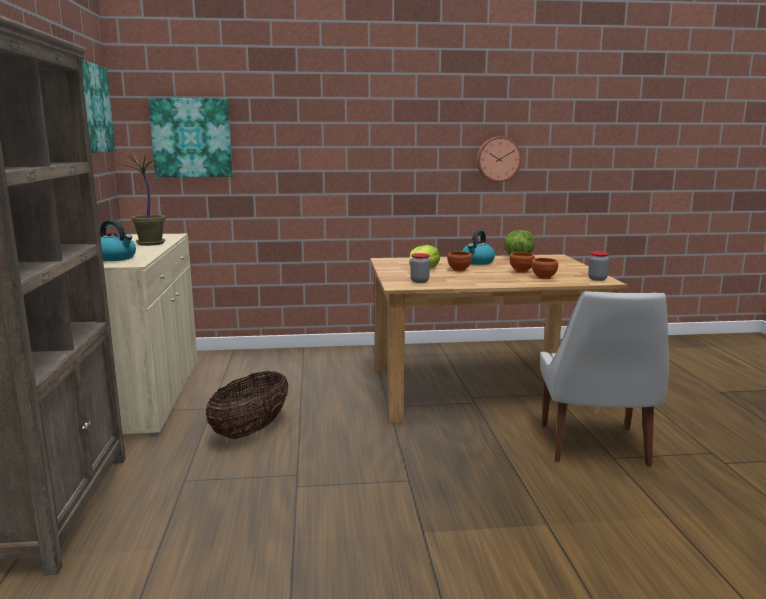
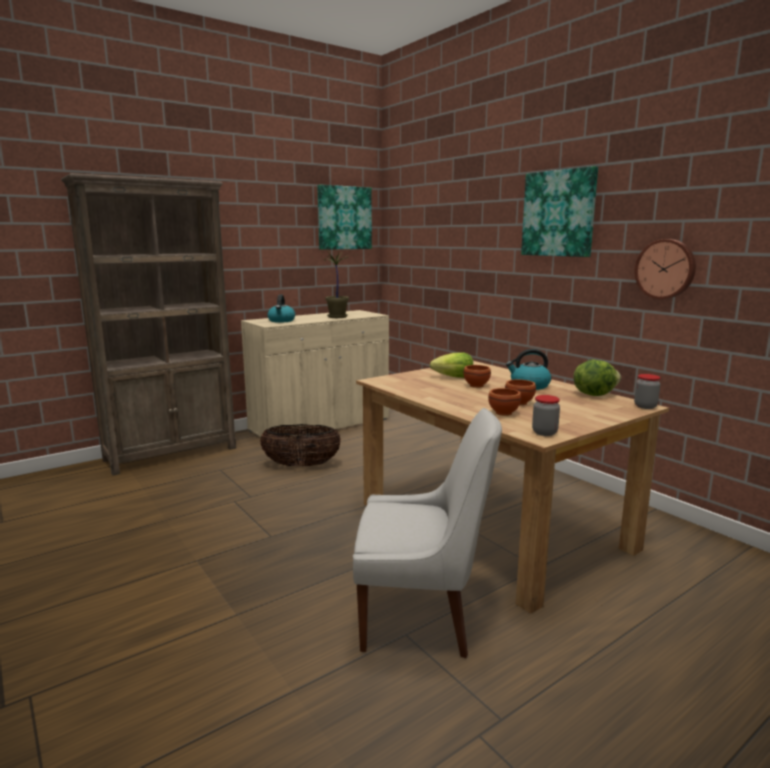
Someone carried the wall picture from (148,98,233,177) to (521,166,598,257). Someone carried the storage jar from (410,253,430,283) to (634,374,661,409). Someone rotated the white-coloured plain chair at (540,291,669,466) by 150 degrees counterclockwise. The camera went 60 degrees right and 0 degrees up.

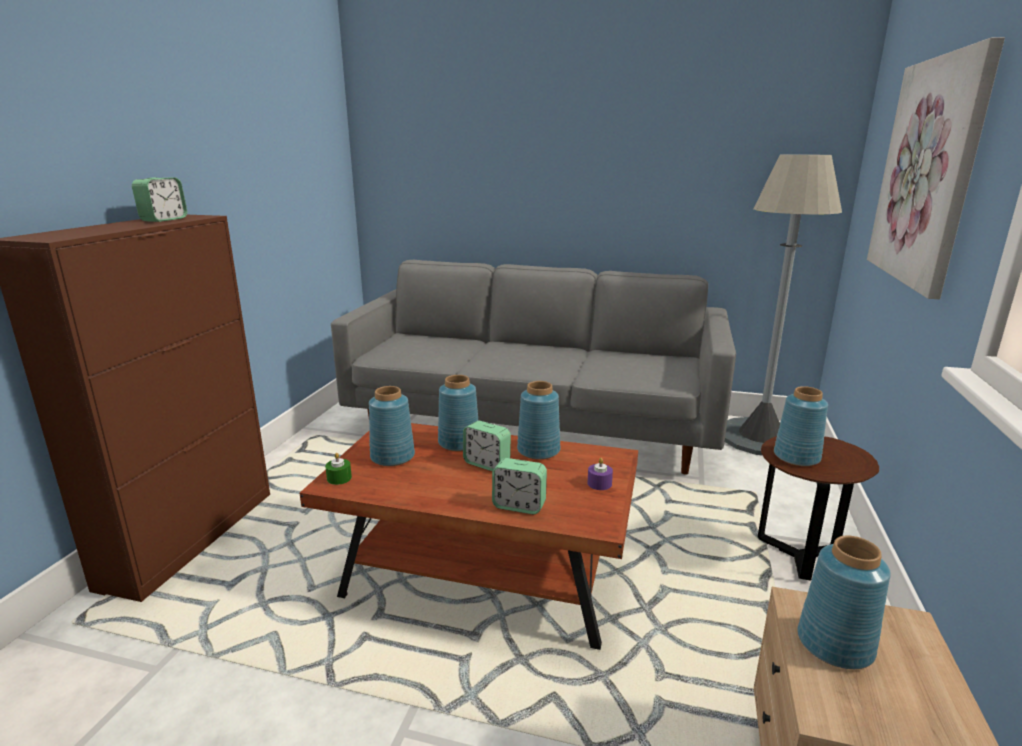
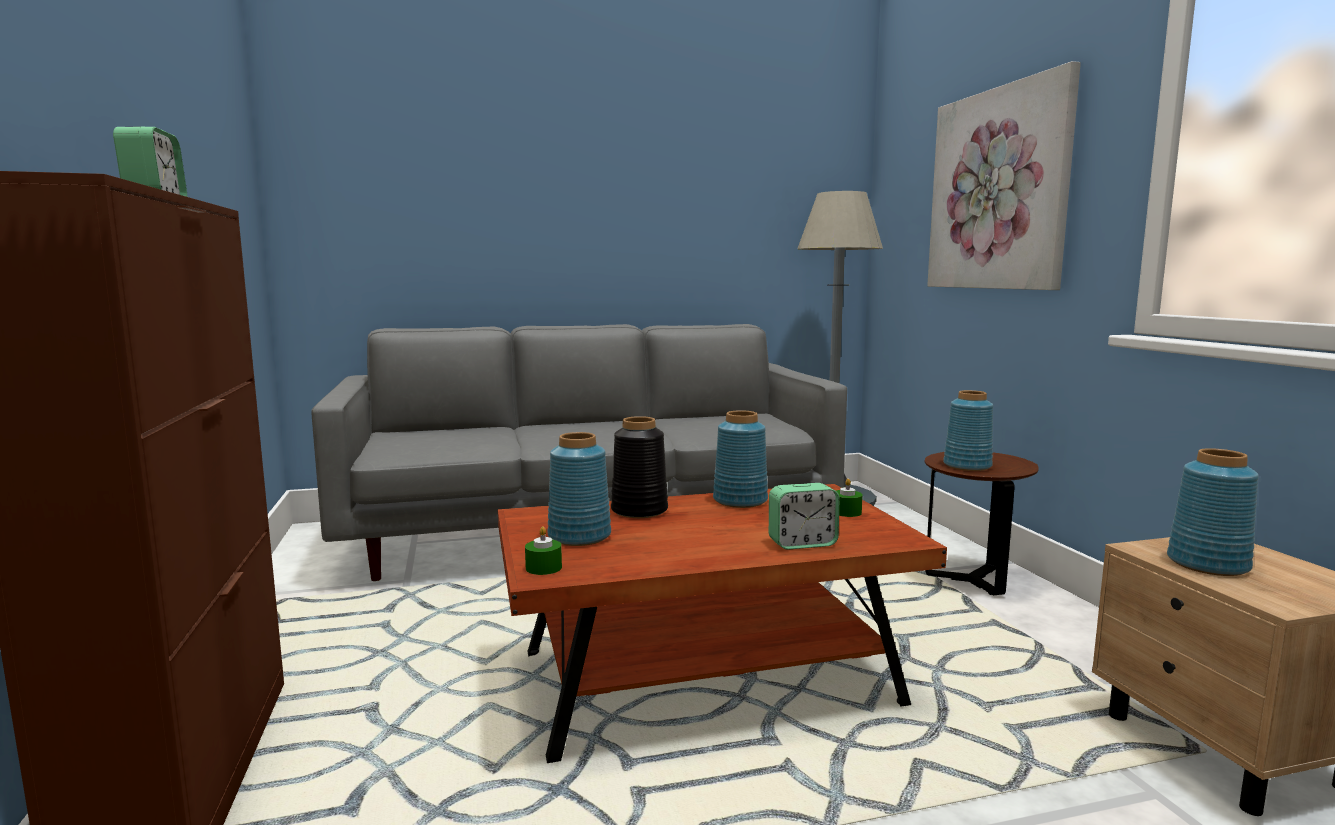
Someone took away the table clock at (463,421,511,471). Someone repainted the bluish decorative vase at (438,375,479,451), which became the blackish decorative vase at (611,416,668,518). Someone repainted the purple-coloured candle at (588,458,613,490), which became the green candle at (836,478,863,517). The camera went 30 degrees left and 10 degrees down.

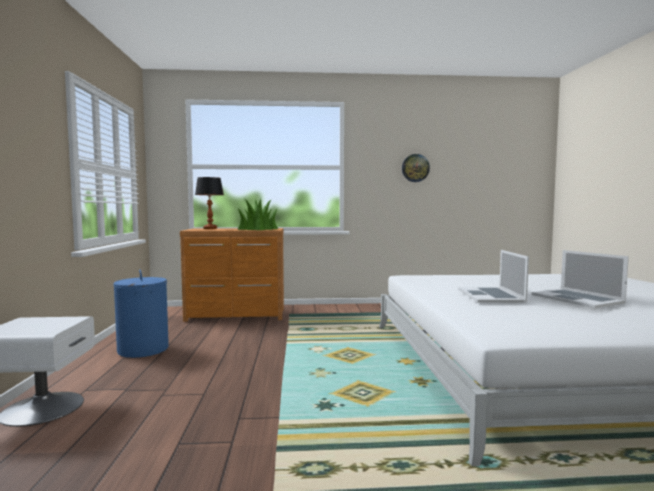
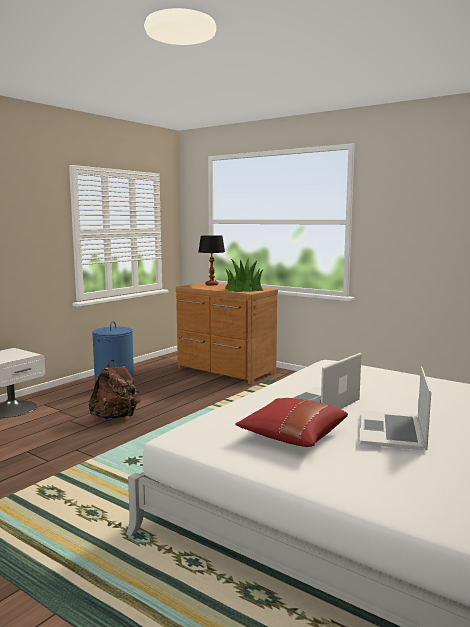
Someone took away the wall clock at (402,154,430,182). Someone put down the brown rucksack at (89,360,141,419). Someone put down the reddish cushion at (235,398,348,447). The camera went 40 degrees right and 5 degrees up.

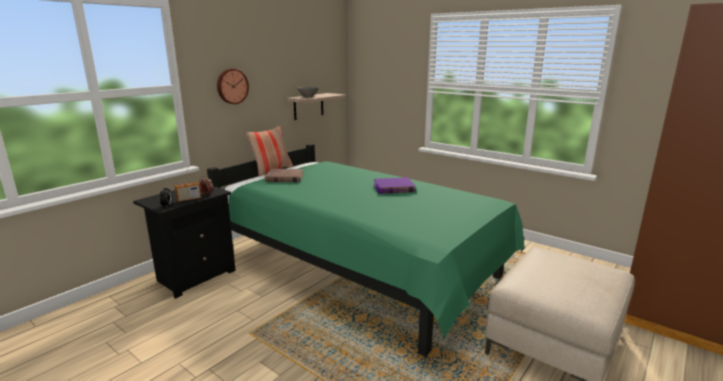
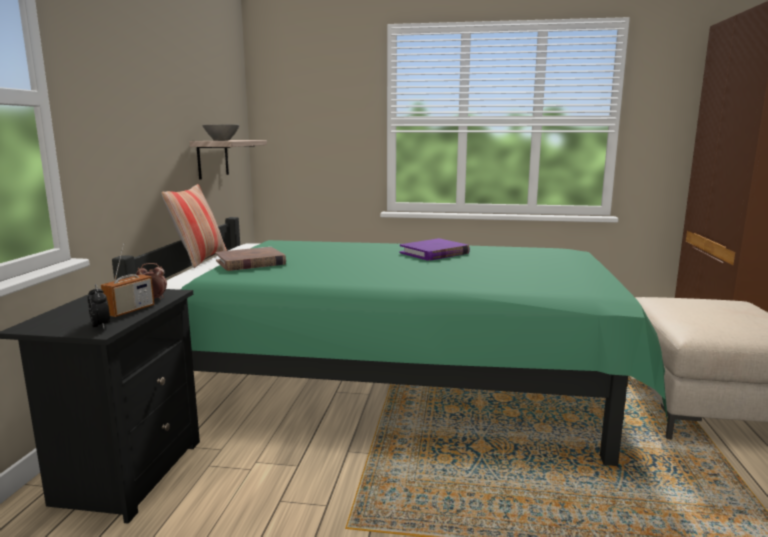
Someone took away the wall clock at (217,69,249,104). The camera went 30 degrees left and 5 degrees down.

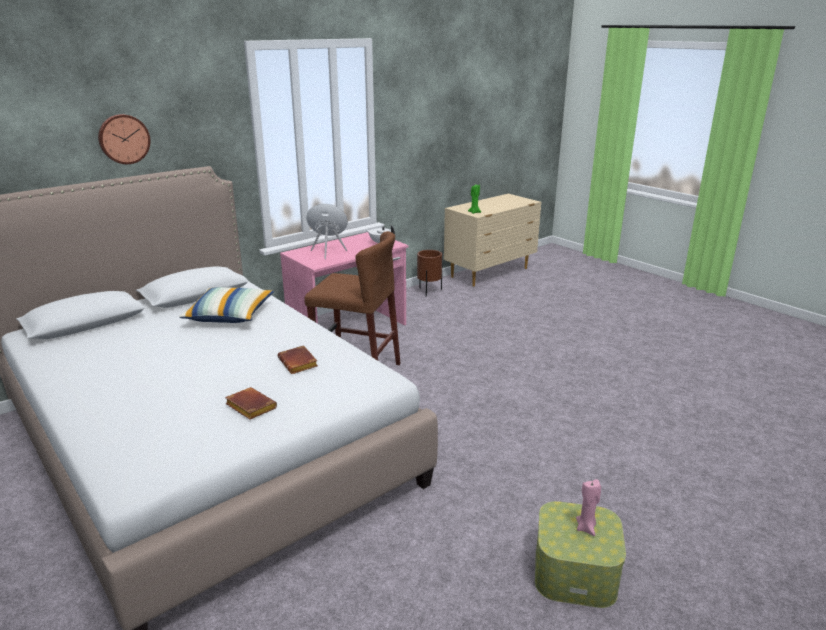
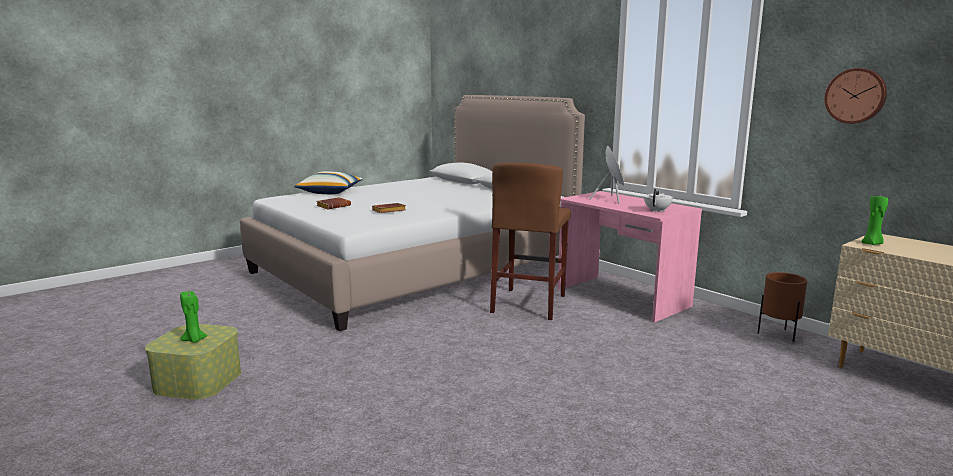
Someone carried the wall clock from (98,114,150,164) to (824,68,887,124). Someone carried the cushion from (179,287,274,323) to (294,171,362,194). Someone repainted the pinkish candle at (576,479,601,536), which became the green candle at (180,291,208,343). The camera went 90 degrees right and 10 degrees down.

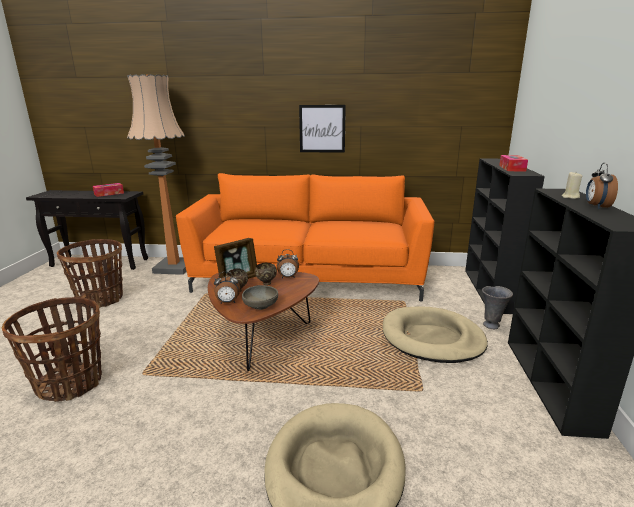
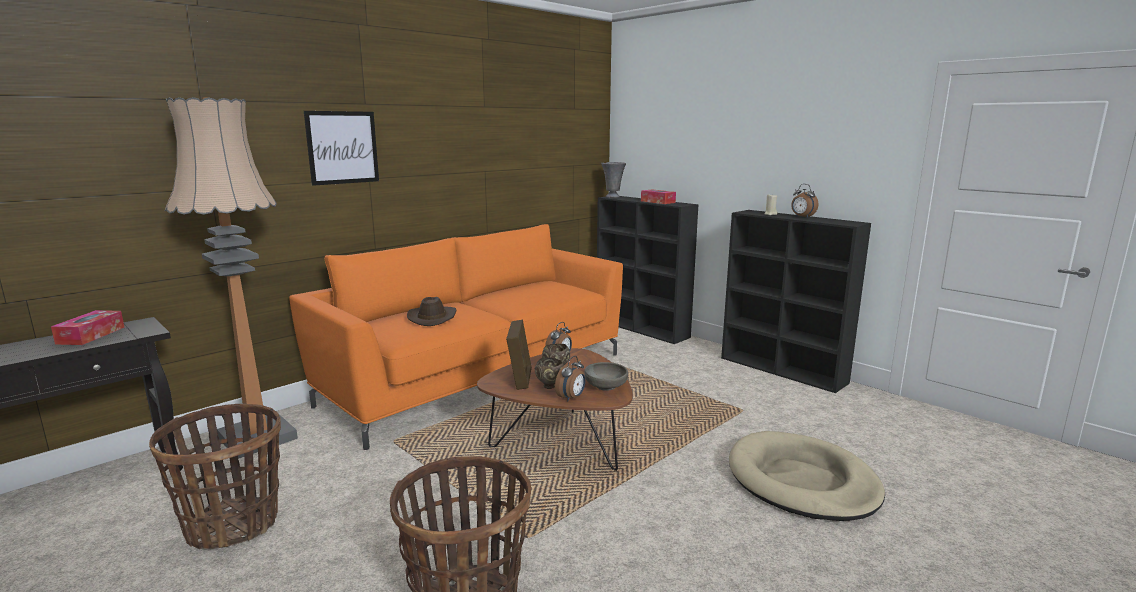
Someone took away the sand-coloured dog bed at (383,306,488,363). Someone put down the brown clothing hat at (407,297,457,326). Someone carried the wall picture from (299,105,346,153) to (304,111,379,186). Someone carried the gray decorative vase from (482,286,513,329) to (601,162,626,198). The camera went 50 degrees left and 5 degrees down.

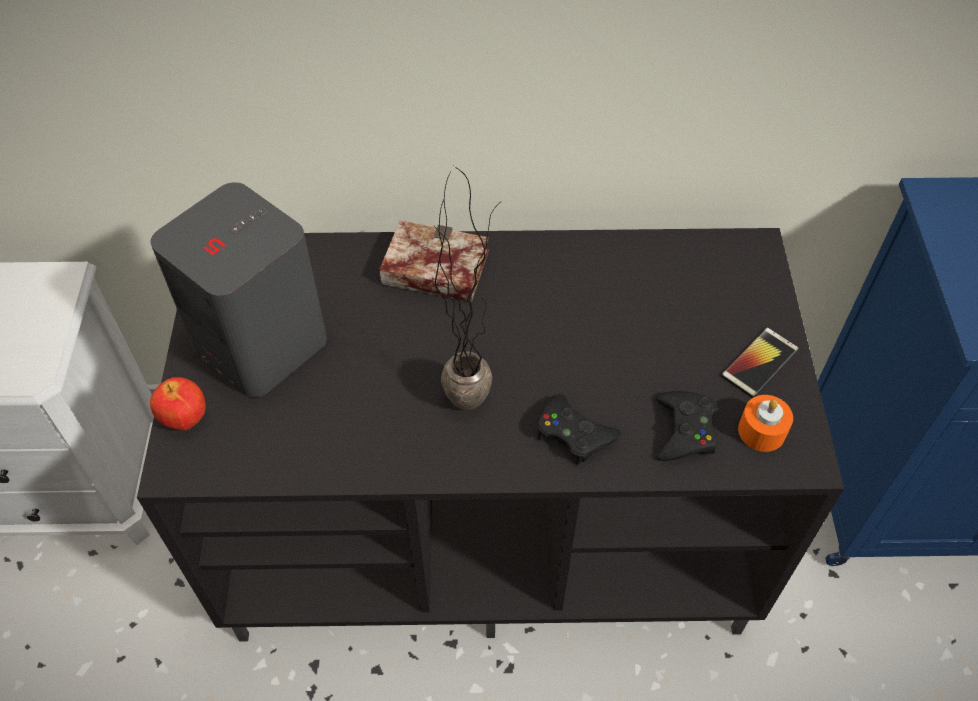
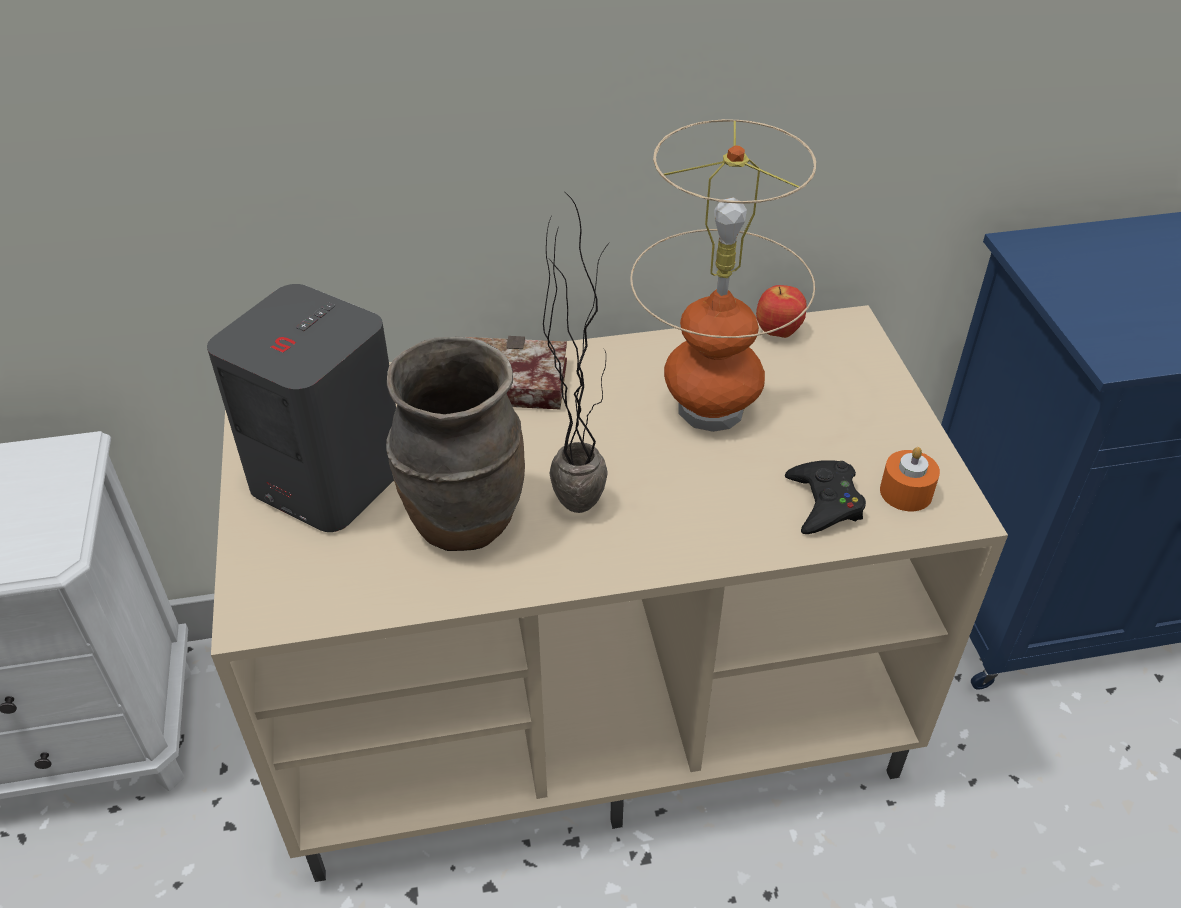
Someone took away the blackish joypad at (537,394,621,465). Someone took away the handset at (721,327,799,398). Someone put down the brown decorative vase at (386,336,525,551). Someone put down the tabletop lamp at (630,119,816,432). Someone carried the whole apple from (150,377,206,430) to (756,285,807,338). Someone repainted the blackish tv unit at (137,228,844,641), which became the sand-coloured tv unit at (211,305,1008,882). The camera went 10 degrees left and 10 degrees down.

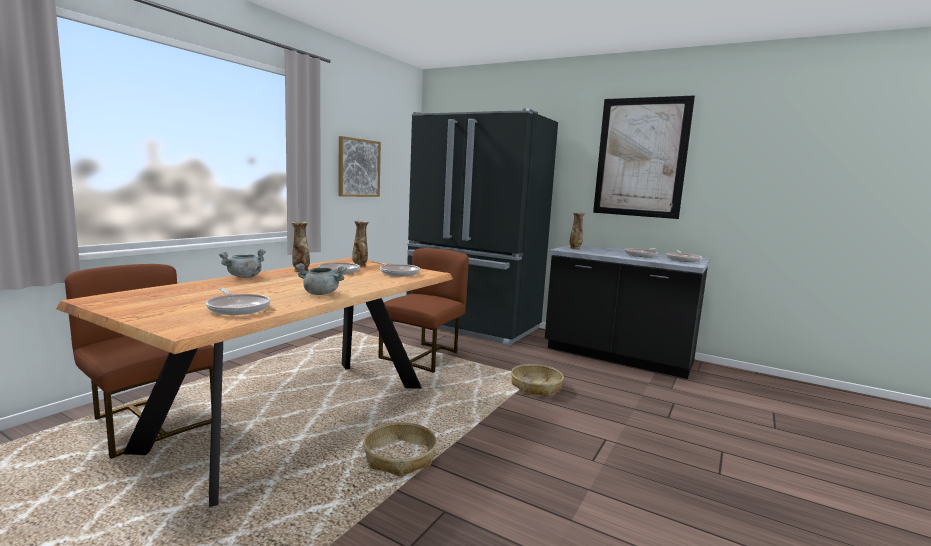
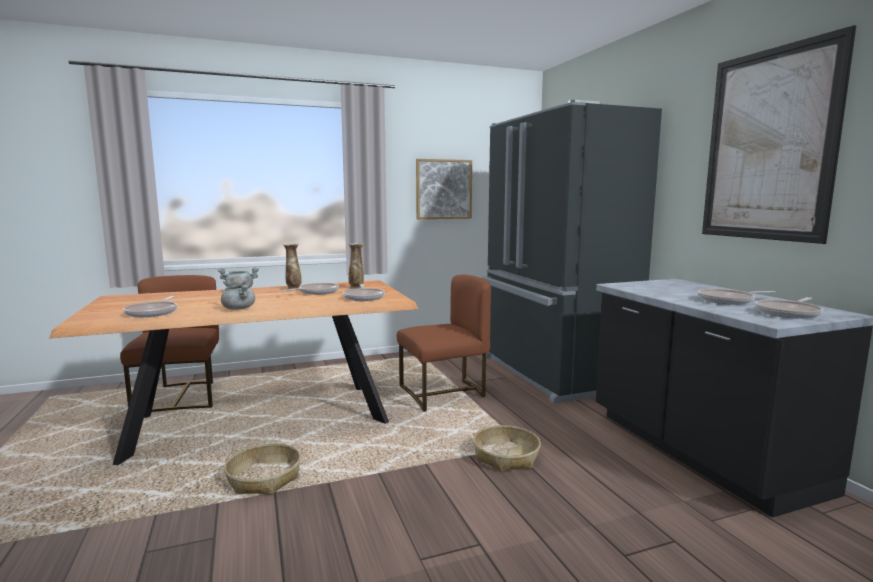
Someone took away the decorative vase at (570,212,585,249). The camera went 40 degrees right and 0 degrees up.

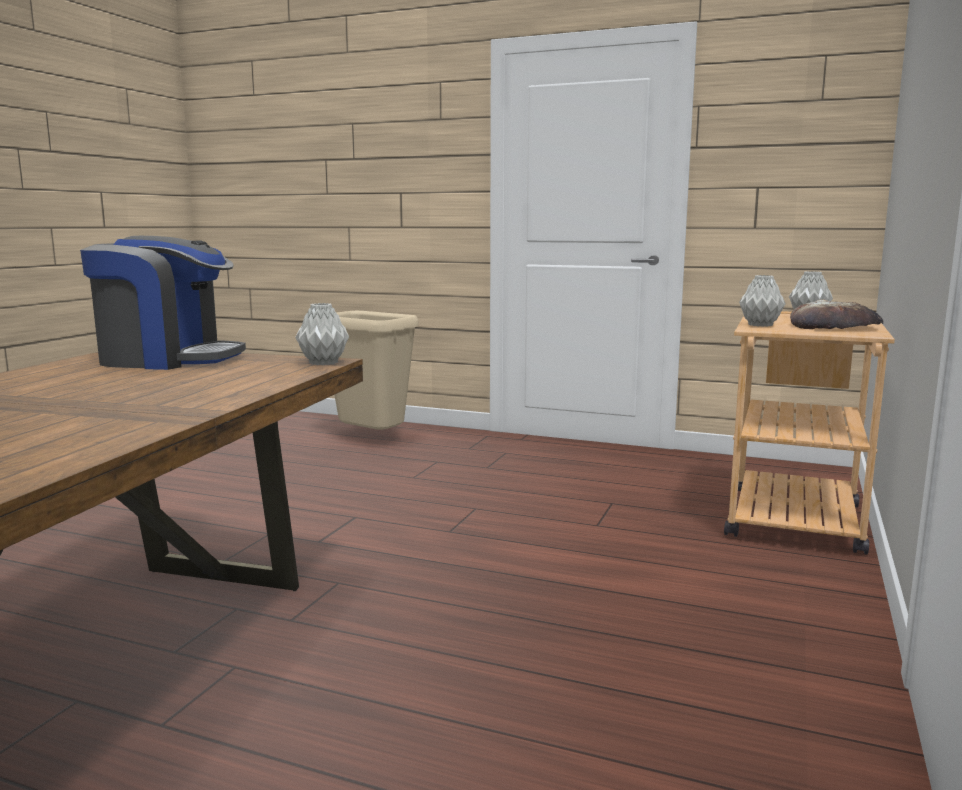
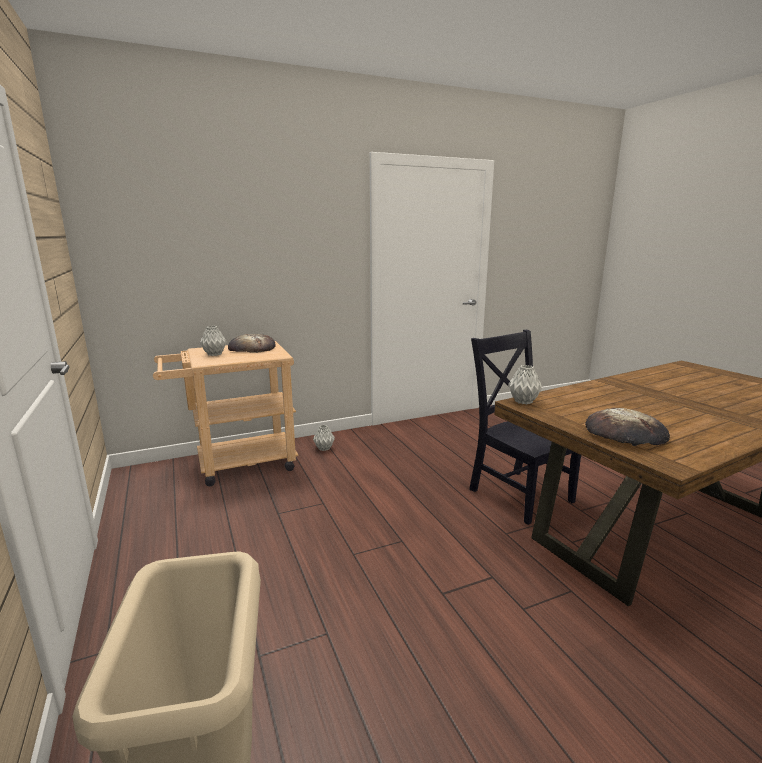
Someone put down the blackish plain chair at (469,330,581,525). Someone carried the gray decorative vase from (739,275,786,327) to (313,425,335,451). Someone swapped the coffee brewer at (80,236,246,370) for the baked bread at (585,408,670,446). The camera went 135 degrees left and 5 degrees up.

